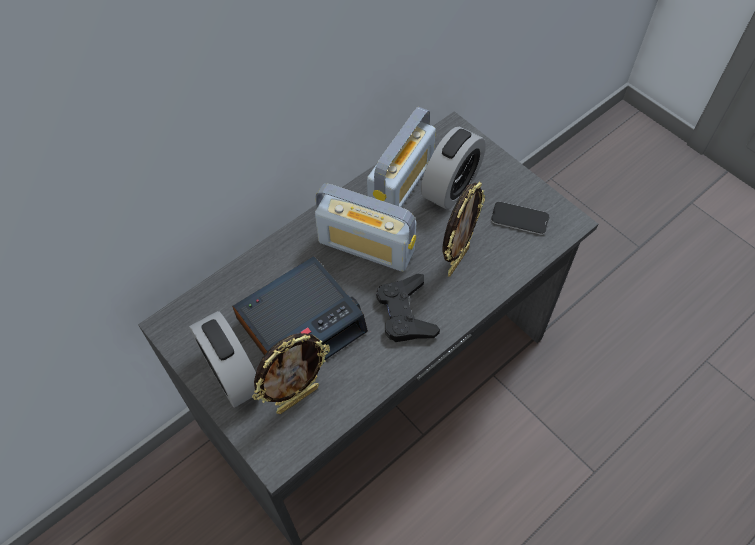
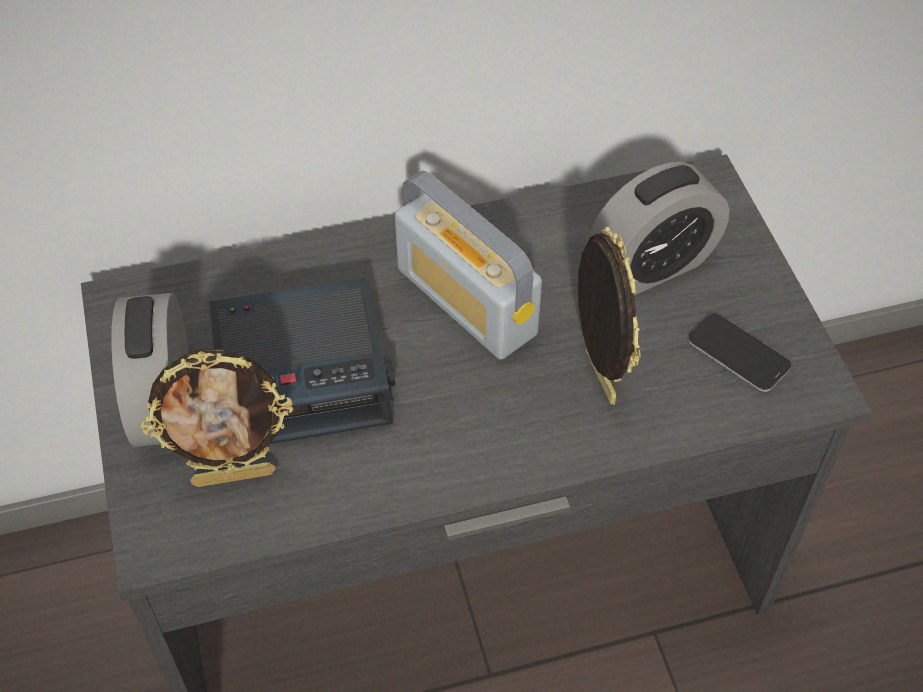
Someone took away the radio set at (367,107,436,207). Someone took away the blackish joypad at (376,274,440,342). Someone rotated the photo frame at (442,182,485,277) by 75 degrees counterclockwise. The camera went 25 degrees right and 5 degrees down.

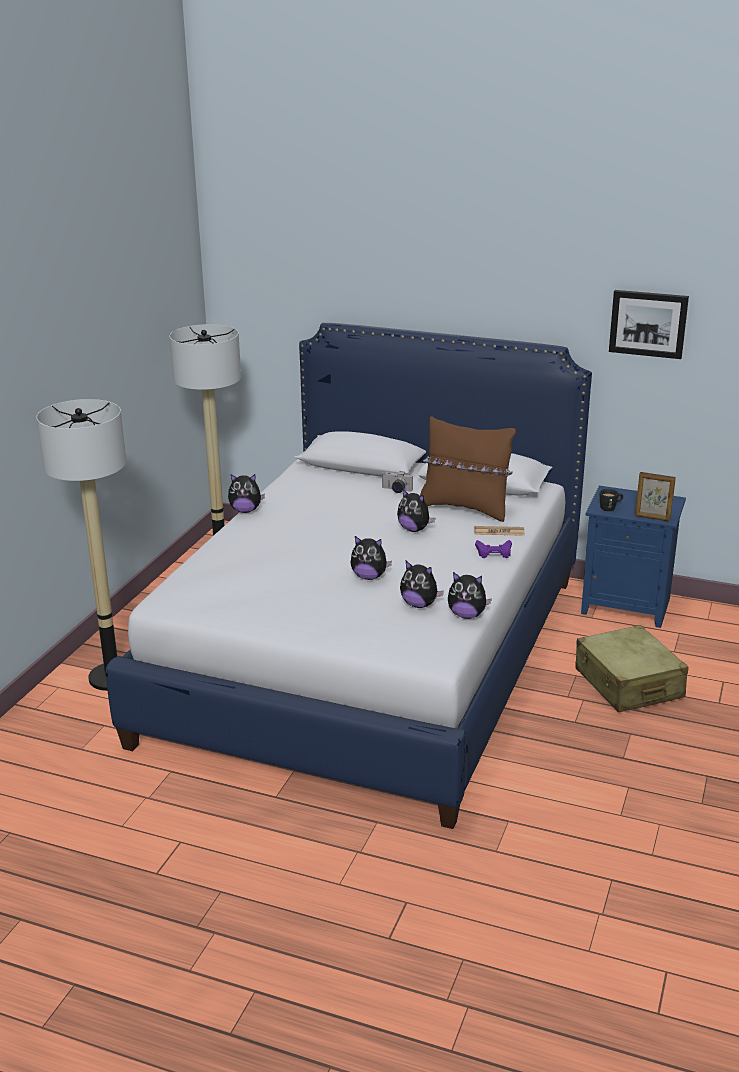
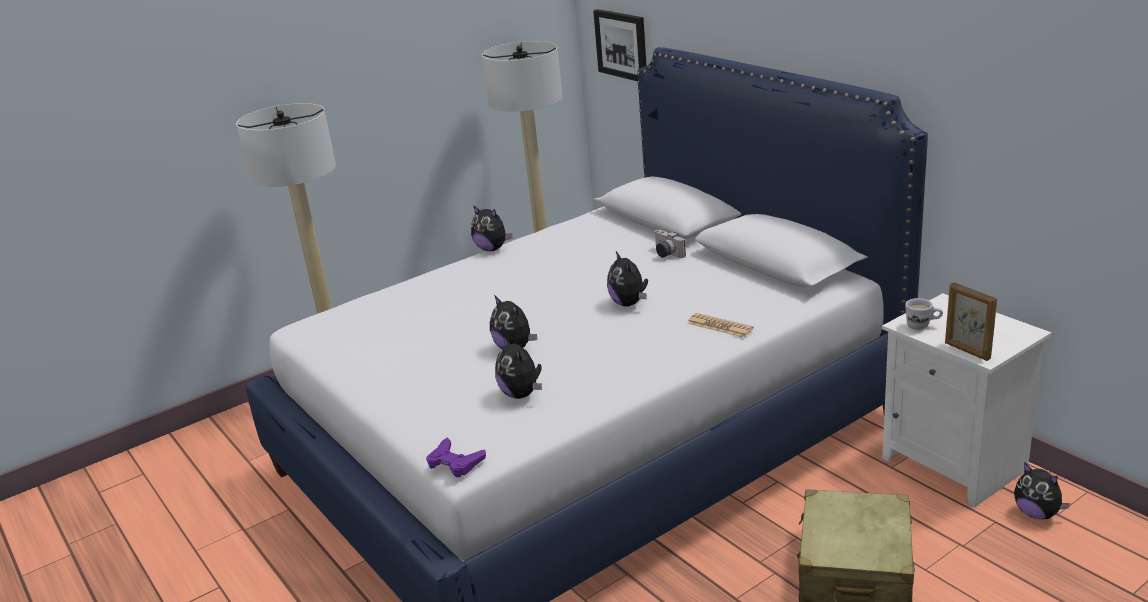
Someone took away the brown cushion at (420,416,516,522). Someone carried the plush toy from (448,572,492,619) to (1014,462,1071,519). Someone carried the purple-coloured joypad from (475,540,512,558) to (426,438,486,477). Someone carried the wall picture from (609,290,689,359) to (593,9,647,81). Someone repainted the bluish night table at (581,486,686,628), which became the white-coloured night table at (882,293,1051,507). Someone repainted the blackish coffee mug at (599,489,623,511), which became the white-coloured coffee mug at (905,298,943,330). The camera went 35 degrees right and 0 degrees up.

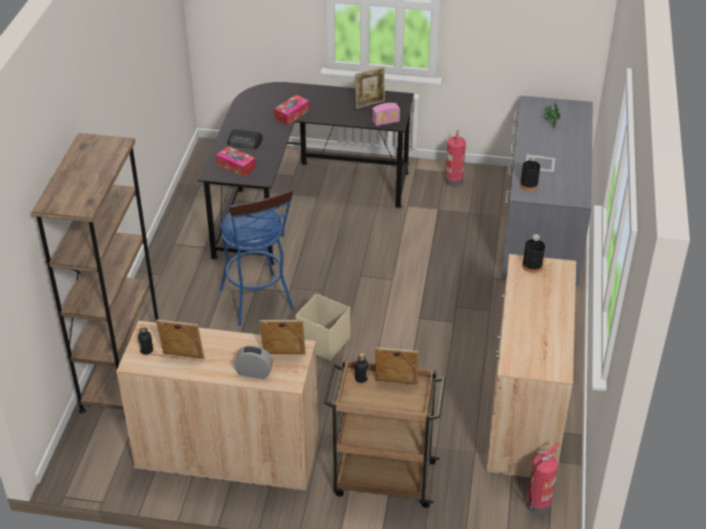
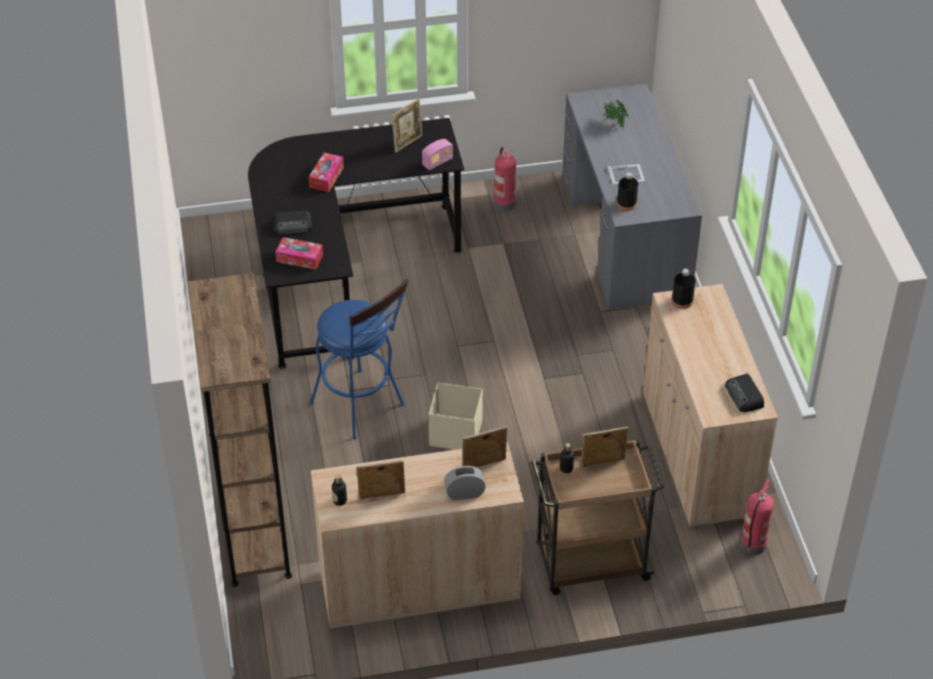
Someone put down the radio set at (725,374,764,412). The camera went 20 degrees left and 5 degrees up.

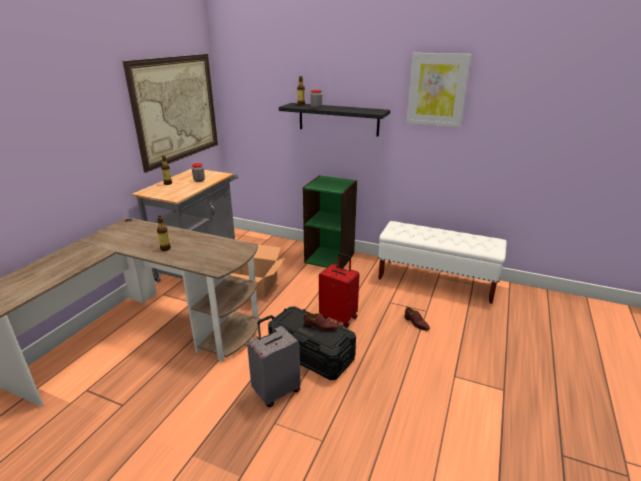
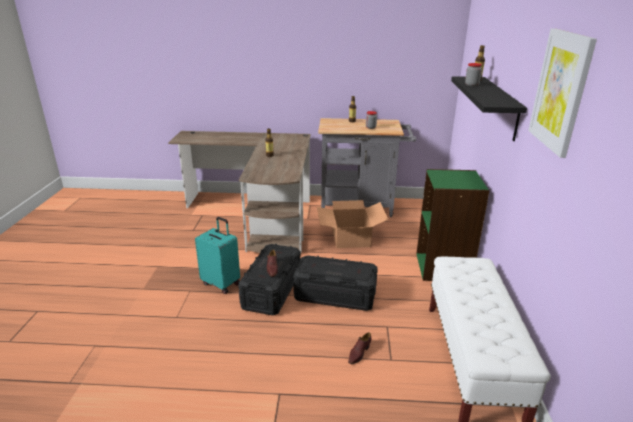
Someone took away the wall picture at (123,54,218,173). Someone swapped the reddish suitcase at (319,253,360,328) for the blackish storage bin at (293,255,378,311). Someone repainted the gray suitcase at (247,315,301,407), which became the turquoise suitcase at (195,217,240,294). The camera went 70 degrees right and 0 degrees up.

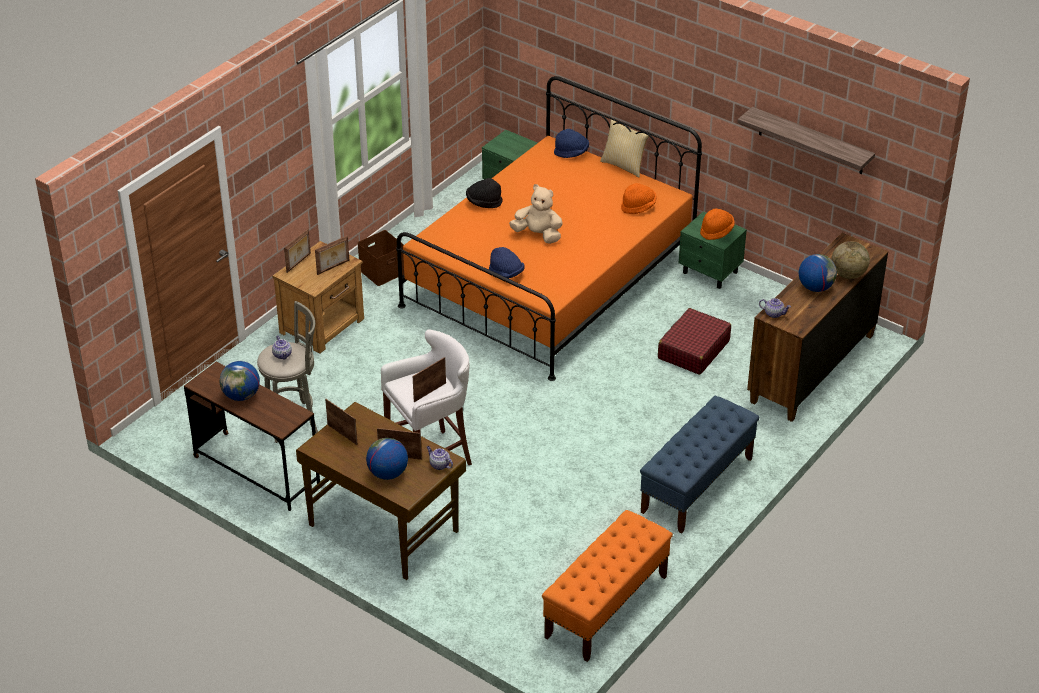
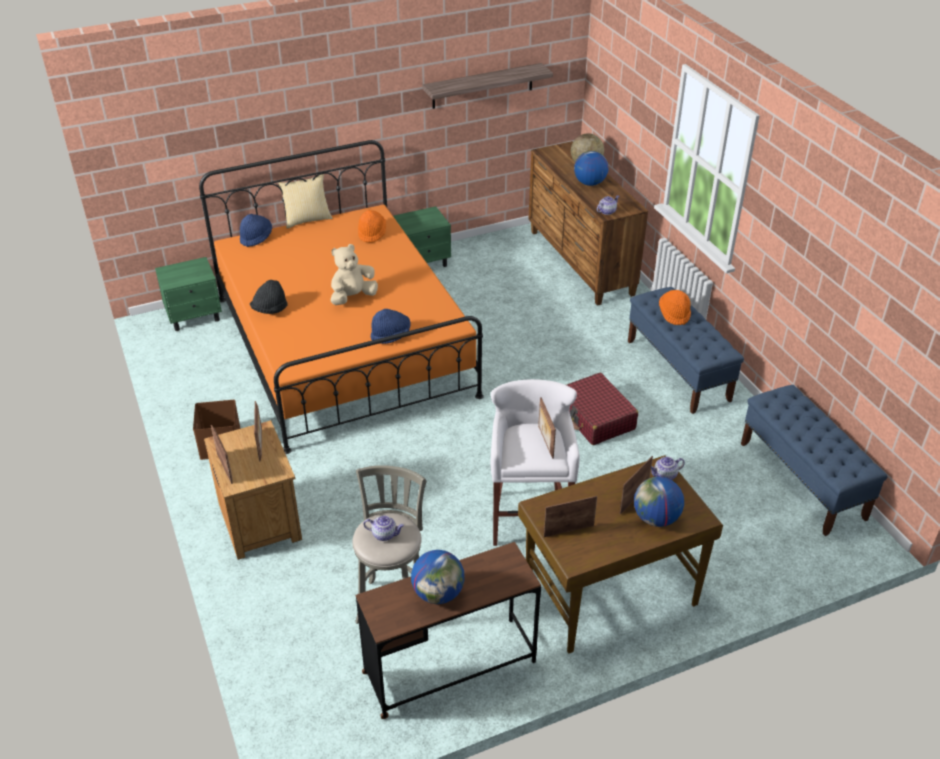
Someone carried the reddish suitcase from (658,308,731,375) to (567,373,638,445). Someone carried the orange-coloured clothing hat from (700,208,735,240) to (659,290,691,325). Someone repainted the orange-coloured indoor bench at (542,510,673,662), which became the bluish indoor bench at (741,385,888,536). The camera went 60 degrees left and 0 degrees up.

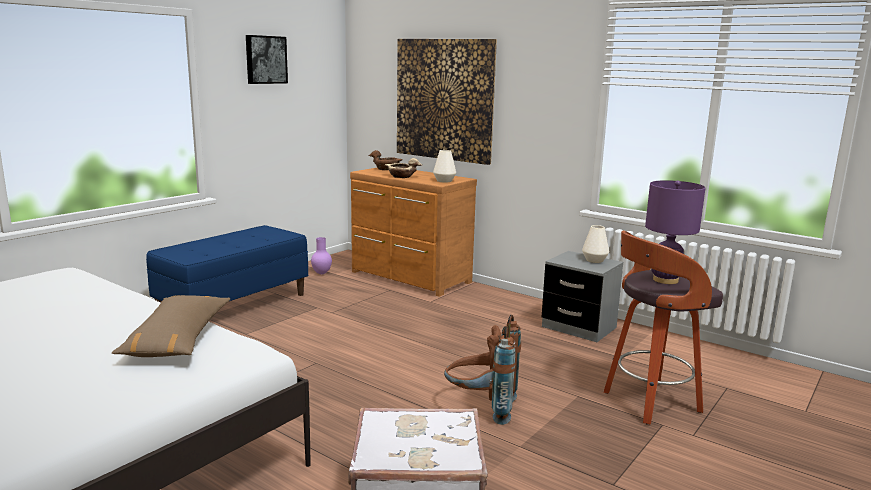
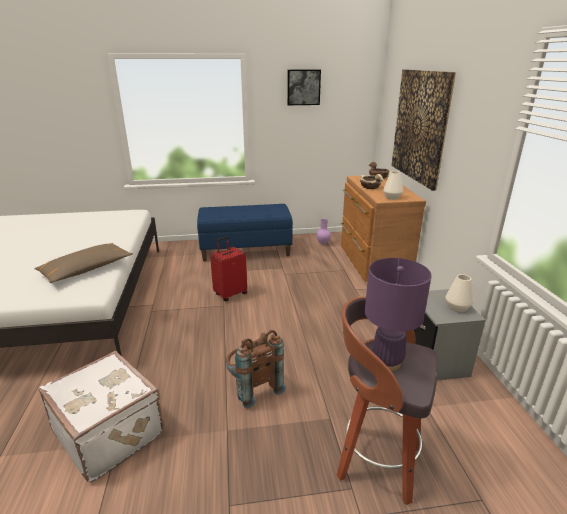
Someone put down the reddish suitcase at (210,237,247,301). The camera went 45 degrees right and 10 degrees up.

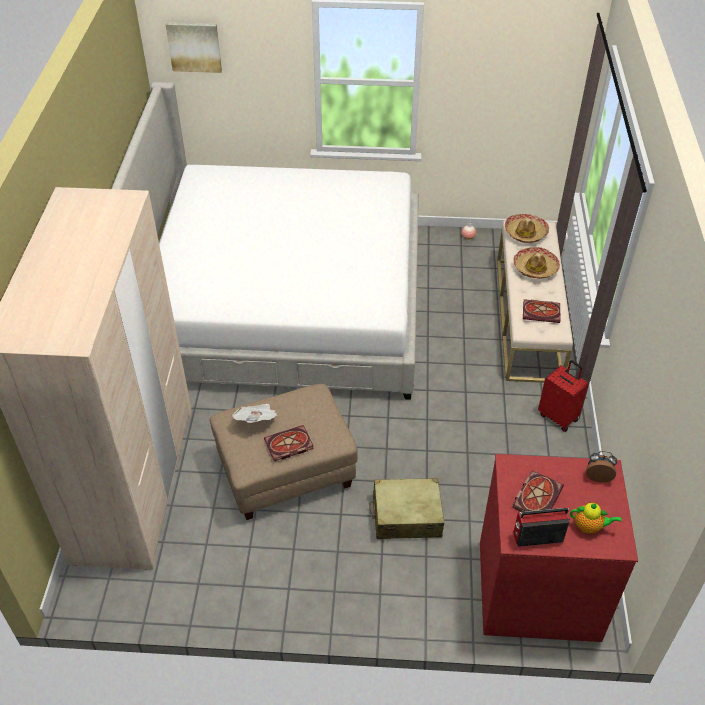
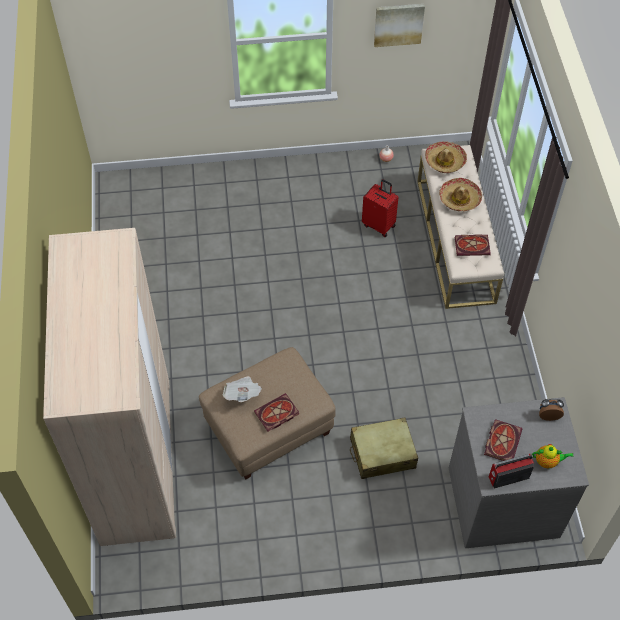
Someone took away the bed at (111,82,419,400). Someone carried the wall picture from (166,23,222,73) to (374,4,425,47). Someone carried the reddish suitcase from (538,360,588,432) to (362,179,399,237). Someone repainted the reddish dresser at (480,454,638,642), which became the gray dresser at (449,397,589,548). The camera went 10 degrees left and 10 degrees up.

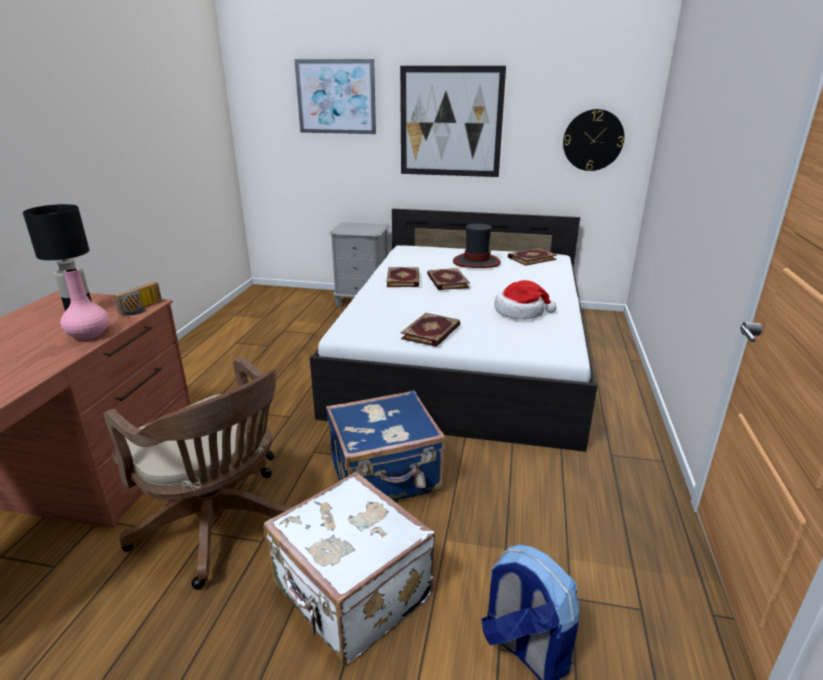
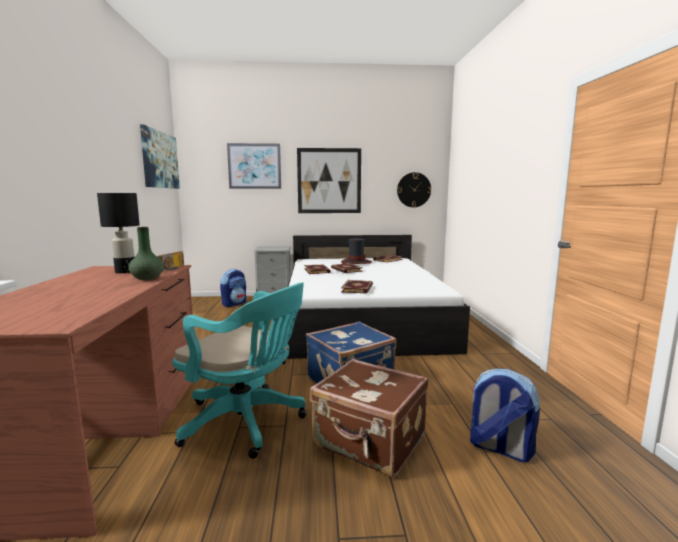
Someone took away the clothing hat at (494,280,557,320). Someone put up the wall picture at (140,124,180,189). Someone put down the rucksack at (220,269,246,307). Someone repainted the pinkish decorative vase at (60,268,109,340), which became the green decorative vase at (129,227,164,280). Someone repainted the brown computer chair at (104,357,292,590), which became the turquoise computer chair at (173,283,307,459). Someone repainted the white-coloured suitcase at (263,472,435,665), which became the brown suitcase at (310,359,428,477). The camera went 15 degrees left and 15 degrees down.

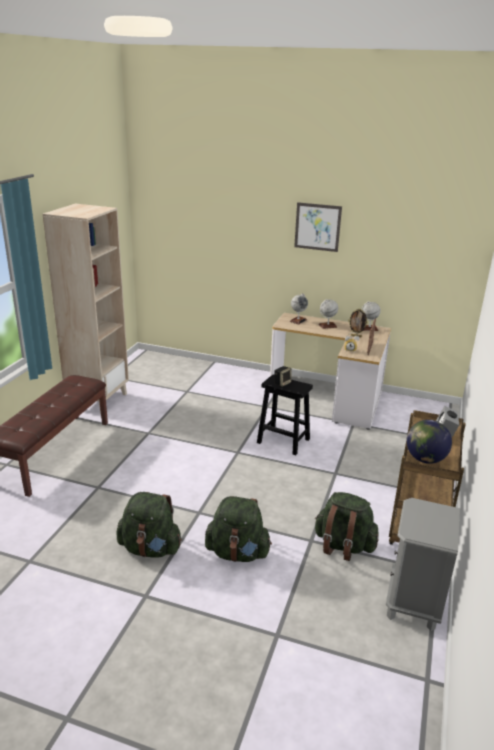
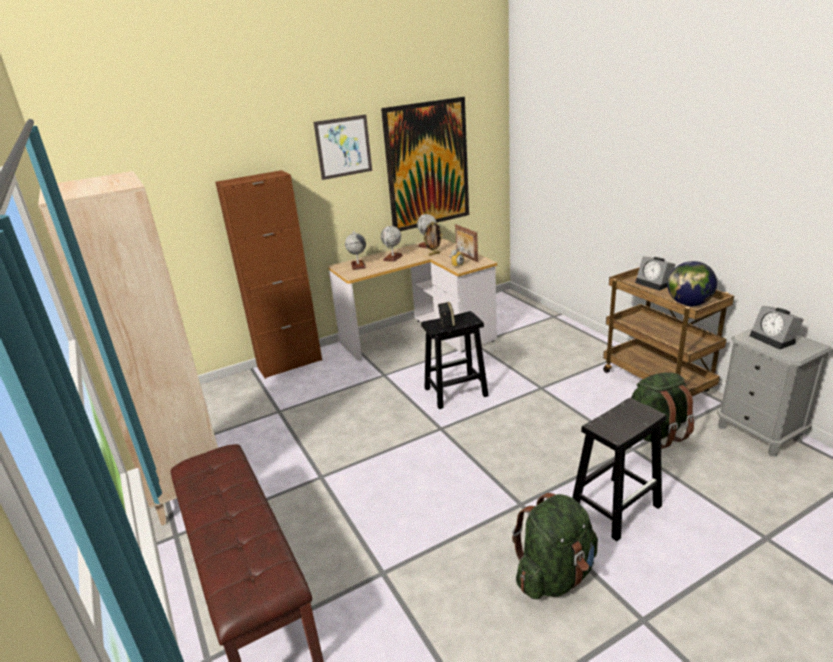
Someone put down the brown cabinet at (215,170,322,379). Someone put up the wall picture at (381,97,469,231). Someone put down the table clock at (750,306,804,350). Someone swapped the green rucksack at (205,496,272,562) for the blackish stool seat at (572,398,666,541). The camera went 45 degrees left and 0 degrees up.

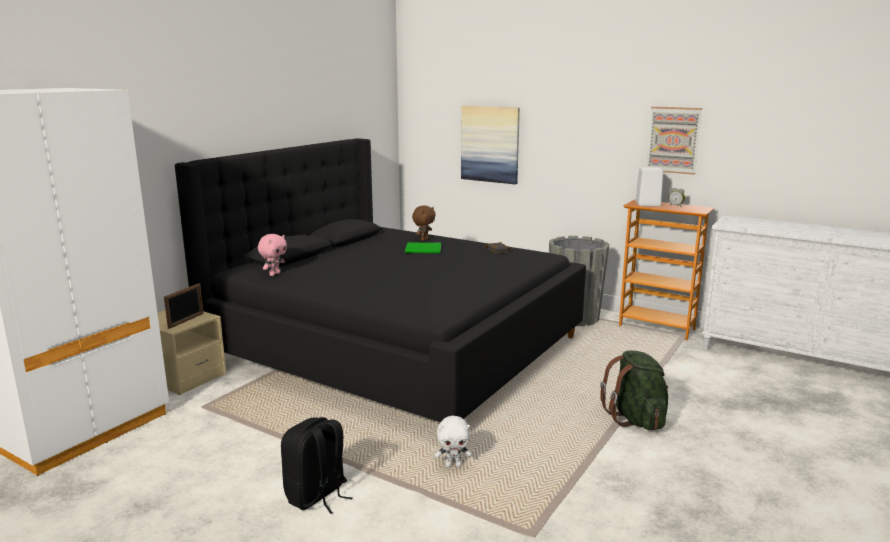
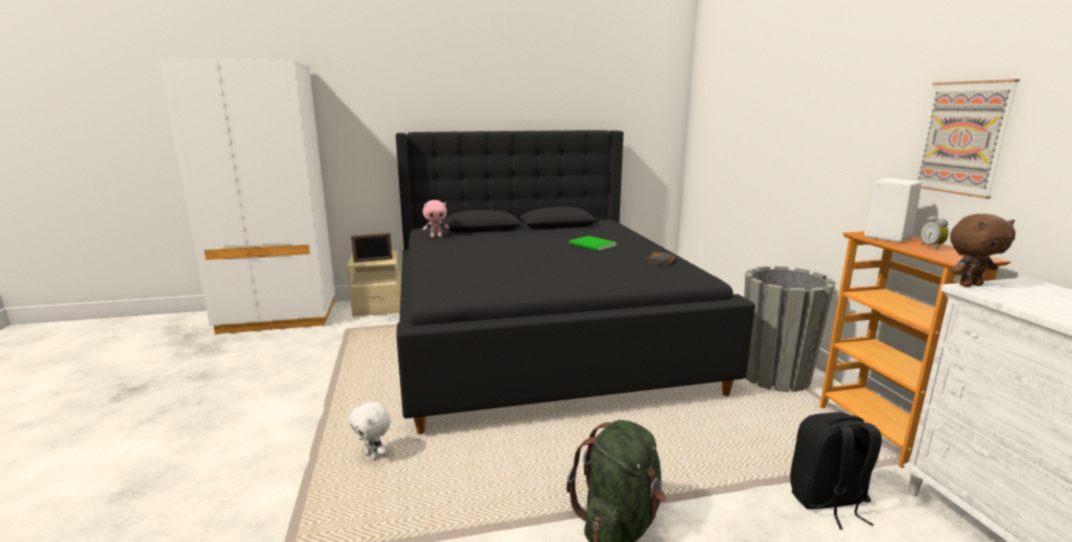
Someone took away the wall picture at (461,106,520,184). Someone carried the blackish rucksack from (281,417,353,514) to (790,412,882,530). Someone carried the brown plush toy from (412,206,436,241) to (950,214,1015,287). The camera went 45 degrees right and 0 degrees up.

